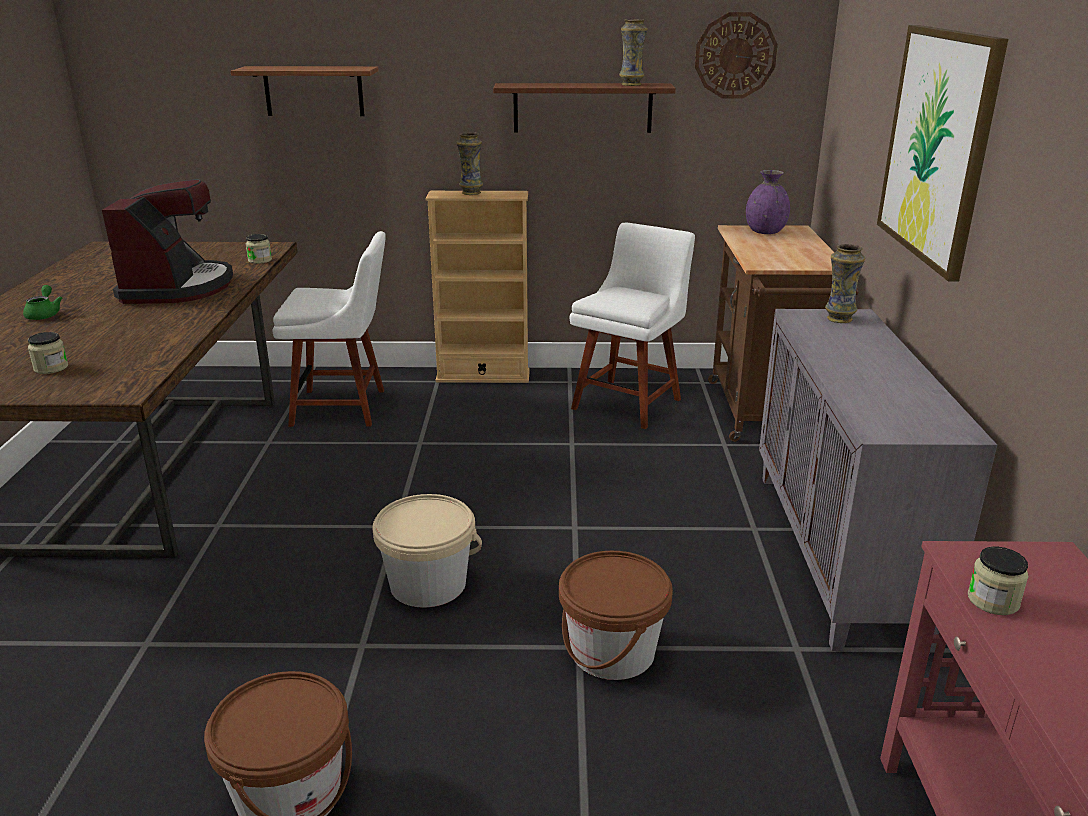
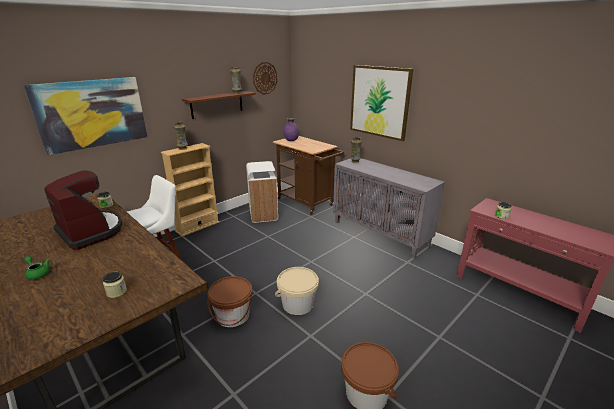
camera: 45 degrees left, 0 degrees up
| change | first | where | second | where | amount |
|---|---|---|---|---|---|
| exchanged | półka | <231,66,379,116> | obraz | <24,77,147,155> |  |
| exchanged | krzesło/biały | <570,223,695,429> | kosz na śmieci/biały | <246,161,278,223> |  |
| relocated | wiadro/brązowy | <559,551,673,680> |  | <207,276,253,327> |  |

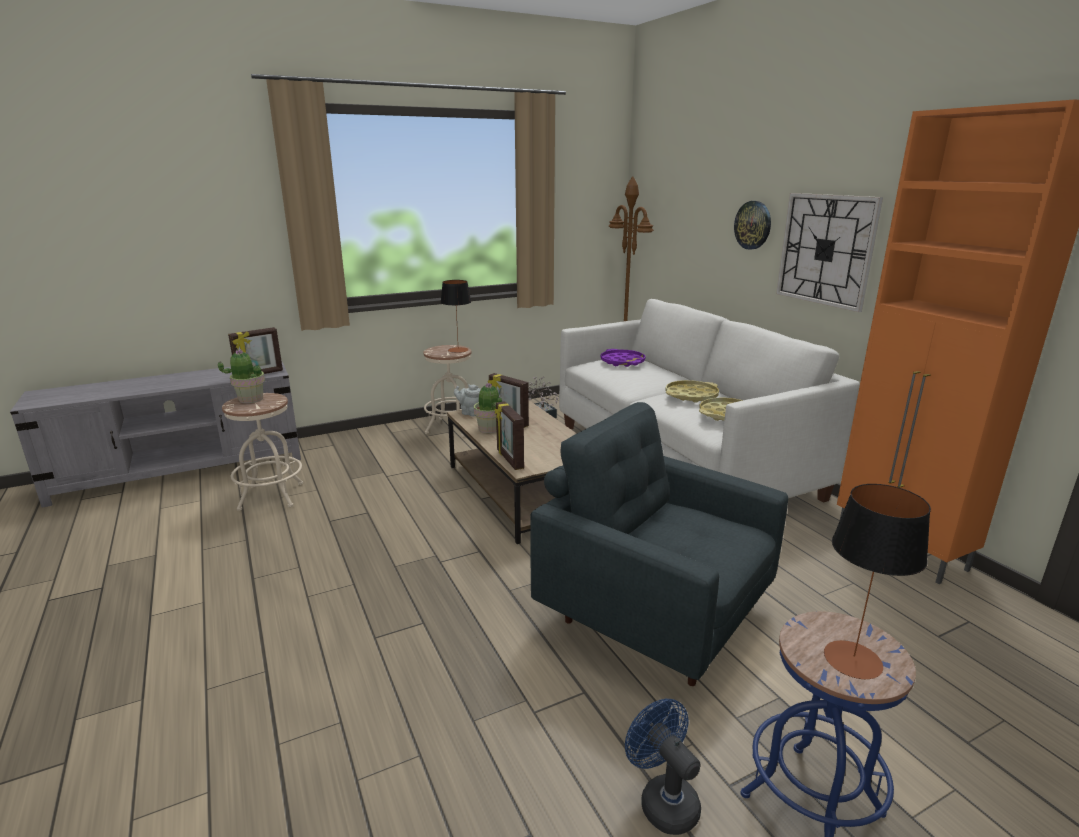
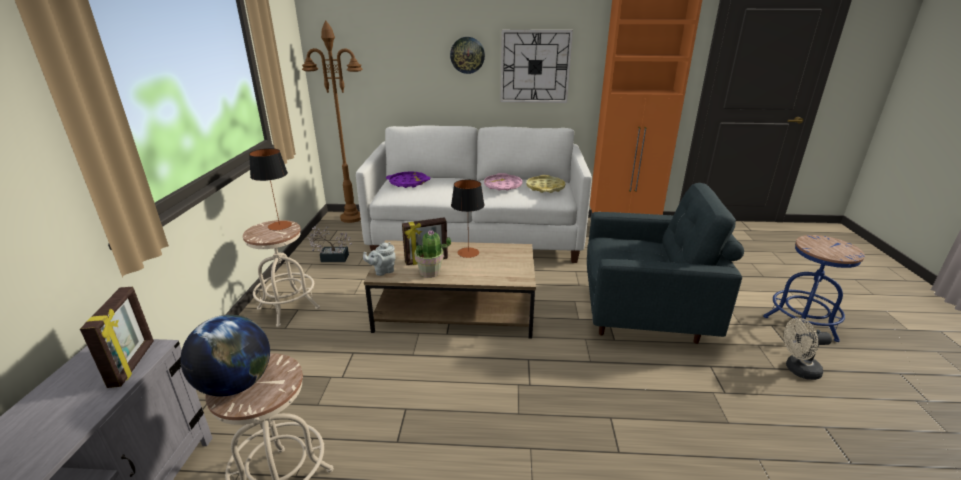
camera: 60 degrees left, 5 degrees up
| change | first | where | second | where | amount |
|---|---|---|---|---|---|
| exchanged | roślina doniczkowa | <218,350,265,403> | globus | <180,315,270,397> |  |
| colour | taca/żółty | <665,380,719,403> | taca/różowy | <484,173,522,191> |  |
| missing | ramka na zdjęcie | <494,401,524,470> |  |  |  |
| spun | fotel/szary | <530,402,788,686> |  | <587,183,744,344> | 150 degrees counterclockwise |
| relocated | lampa stołowa | <824,484,931,679> |  | <451,180,485,258> |  |
| colour | wentylator/niebieski | <625,699,701,835> | wentylator/beżowy | <784,318,832,380> |  |

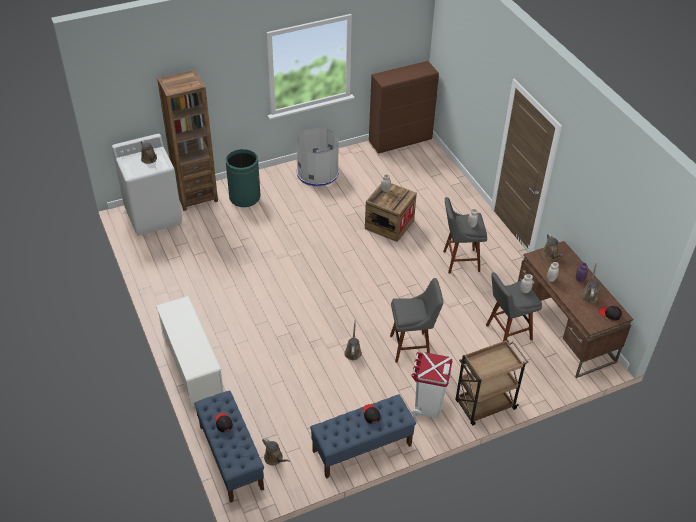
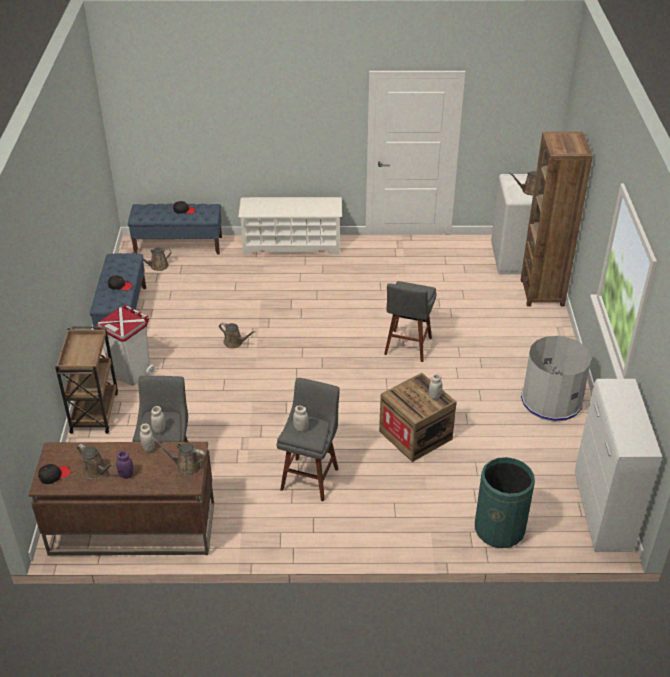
camera: 115 degrees right, 5 degrees down
| change | first | where | second | where | amount |
|---|---|---|---|---|---|
| colour | szafka/brązowy | <369,61,439,154> | szafka/biały | <575,379,662,552> |  |
| relocated | kosz na śmieci/zielony | <225,149,261,207> |  | <475,457,535,548> |  |
| relocated | stołek/szary | <390,278,443,363> |  | <384,281,437,362> |  |

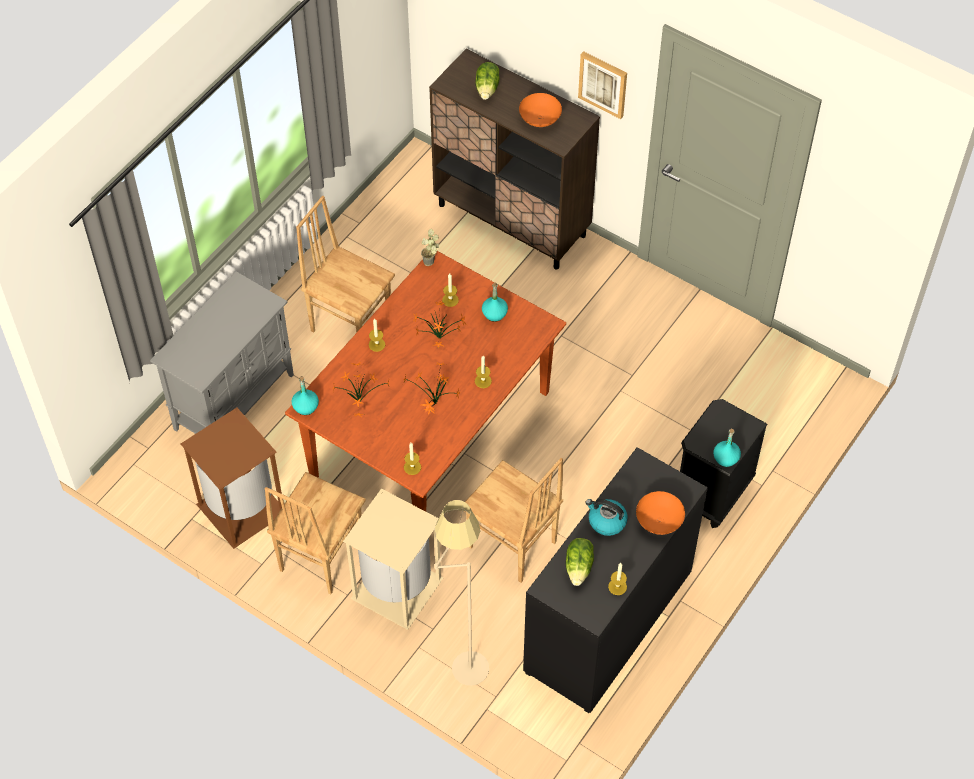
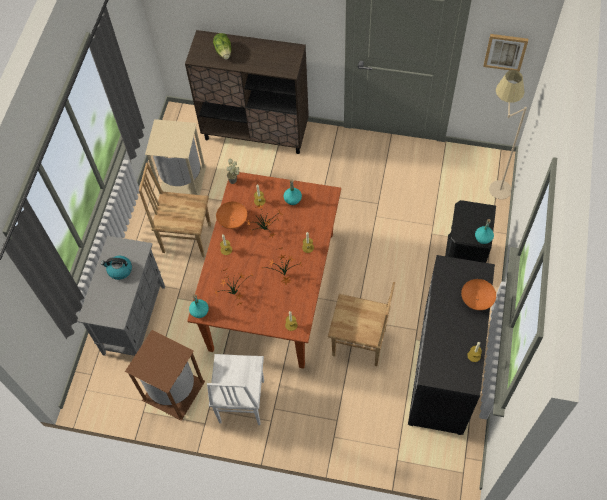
camera: 20 degrees left, 5 degrees up
| change | first | where | second | where | amount |
|---|---|---|---|---|---|
| relocated | obraz | <578,51,627,119> |  | <483,34,528,72> |  |
| relocated | miska/pomarańczowy | <519,93,562,127> |  | <216,201,247,229> |  |
| colour | krzesło/brązowy | <265,472,366,594> | krzesło/biały | <207,354,264,425> |  |
| relocated | kosz na śmieci/beżowy | <343,488,444,630> |  | <145,119,206,195> |  |
| relocated | czajnik | <585,499,628,536> |  | <101,256,132,280> |  |
| relocated | lampa stojąca/beżowy | <435,500,489,686> |  | <489,70,527,199> |  |
| missing | sałata | <566,538,594,586> |  |  |  |

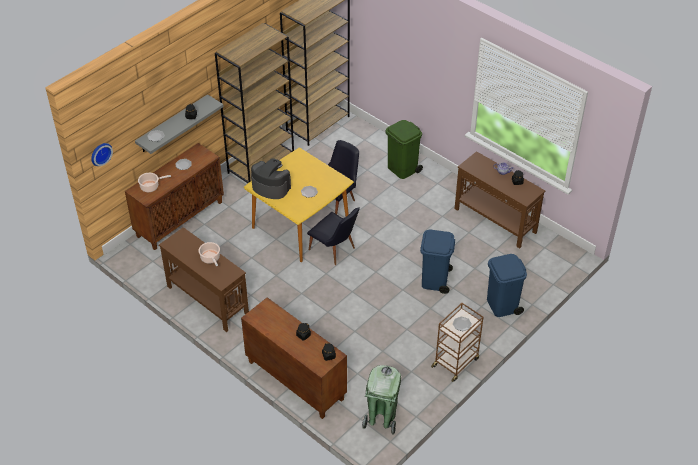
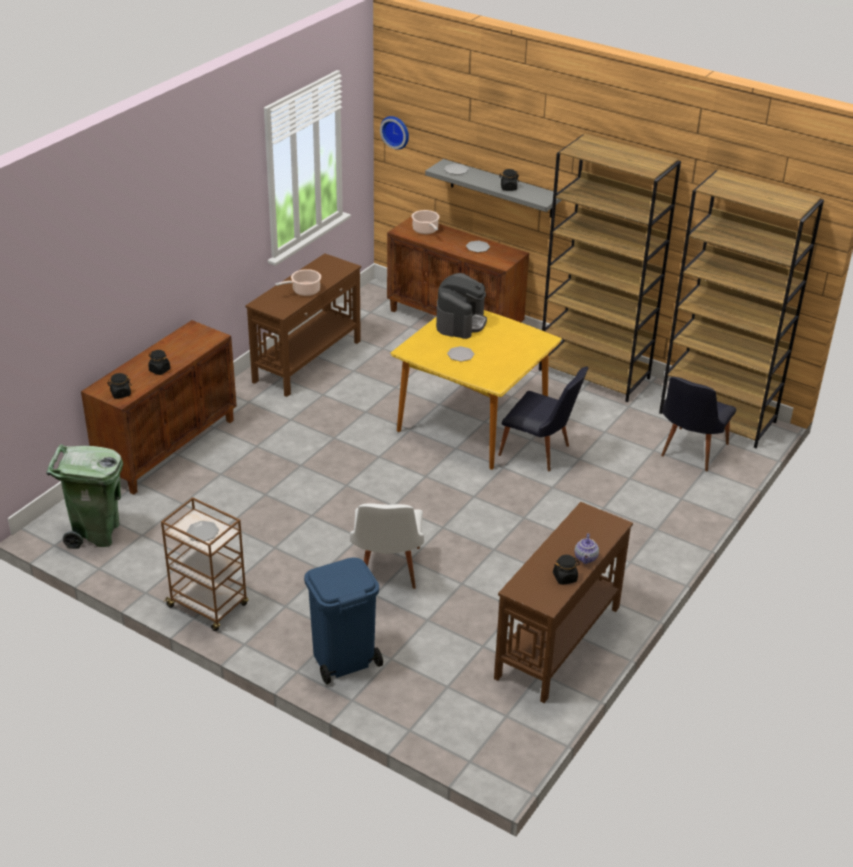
camera: 80 degrees right, 10 degrees down
| change | first | where | second | where | amount |
|---|---|---|---|---|---|
| missing | kosz na śmieci/zielony | <385,120,423,179> |  |  |  |
| relocated | krzesło/czarny | <307,207,360,265> |  | <661,377,736,471> |  |
| exchanged | kosz na śmieci/niebieski | <420,230,455,294> | krzesło/biały | <350,503,424,589> |  |

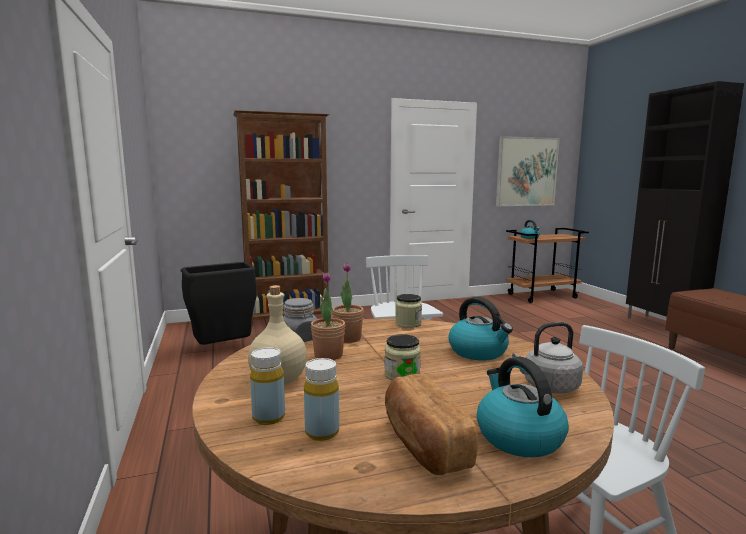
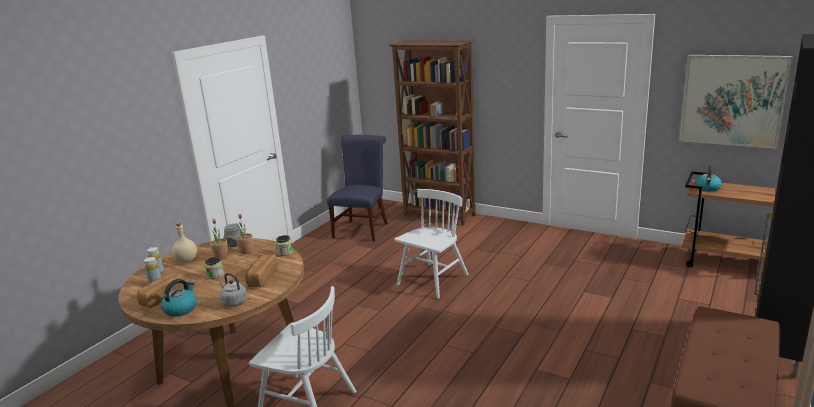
camera: 50 degrees right, 10 degrees up
| change | first | where | second | where | amount |
|---|---|---|---|---|---|
| exchanged | kosz na śmieci/czarny | <181,262,257,345> | krzesło/niebieski | <327,135,388,241> |  |
| exchanged | czajnik | <448,297,513,360> | chleb | <245,255,278,287> |  |

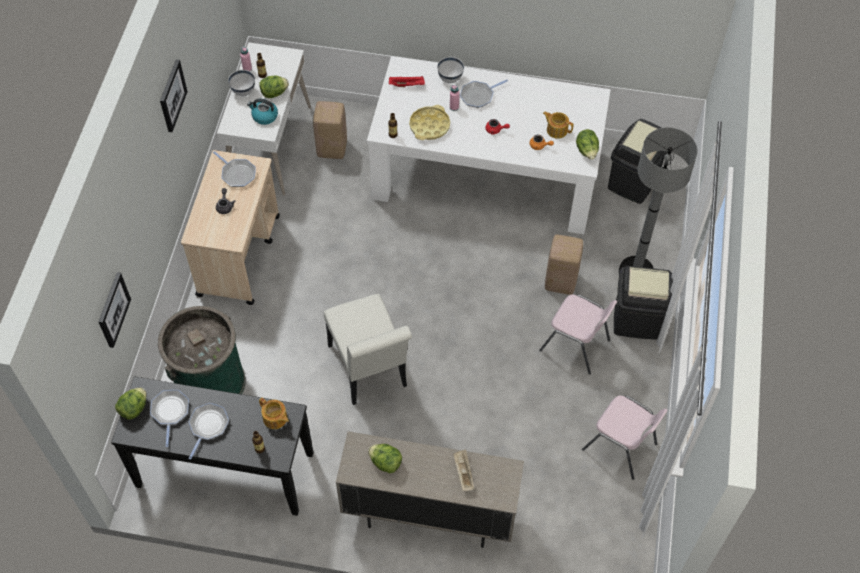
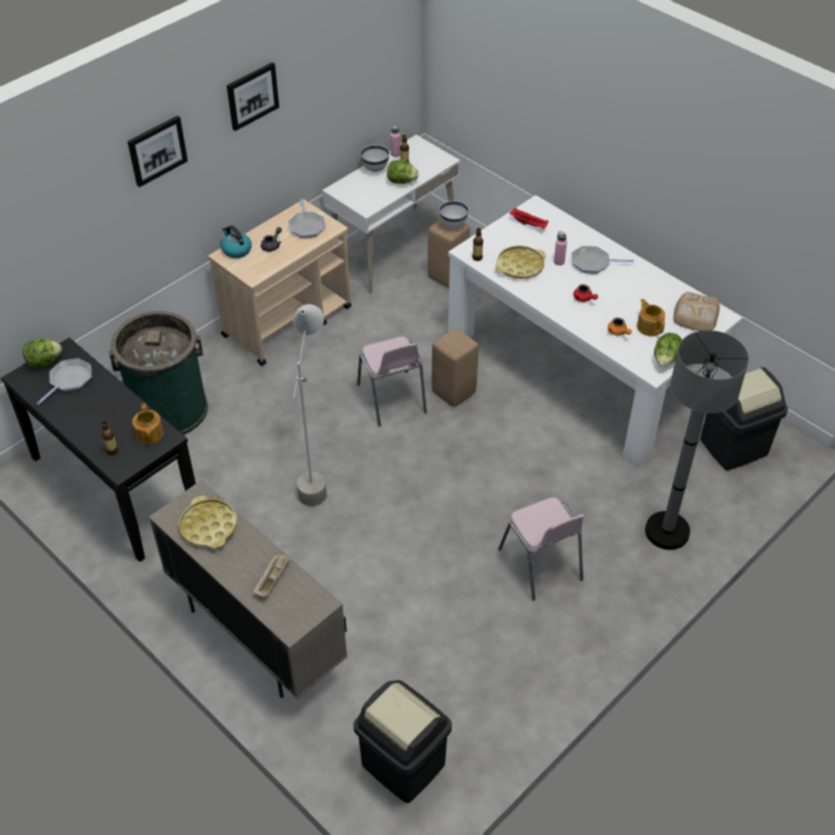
camera: 35 degrees right, 10 degrees down
| change | first | where | second | where | amount |
|---|---|---|---|---|---|
| relocated | miska/biały | <437,57,464,83> |  | <439,200,469,229> |  |
| relocated | czajnik | <247,99,278,125> |  | <221,225,252,258> |  |
| relocated | stołek/beżowy | <545,235,583,295> |  | <432,328,478,407> |  |
| relocated | kosz na śmieci/czarny | <614,266,673,340> |  | <354,680,452,803> |  |
| relocated | obraz | <98,272,131,348> |  | <127,116,188,187> |  |
| exchanged | krzesło/biały | <324,294,412,405> | lampa stojąca/szary | <293,304,327,506> |  |
| relocated | krzesło/różowy | <582,395,668,480> |  | <357,337,427,426> |  |
| missing | patelnia | <188,403,229,460> |  |  |  |
| exchanged | sałata | <368,444,402,473> | taca/żółty | <179,496,237,549> |  |
| appeared |  |  | chleb | <673,292,720,331> |  |

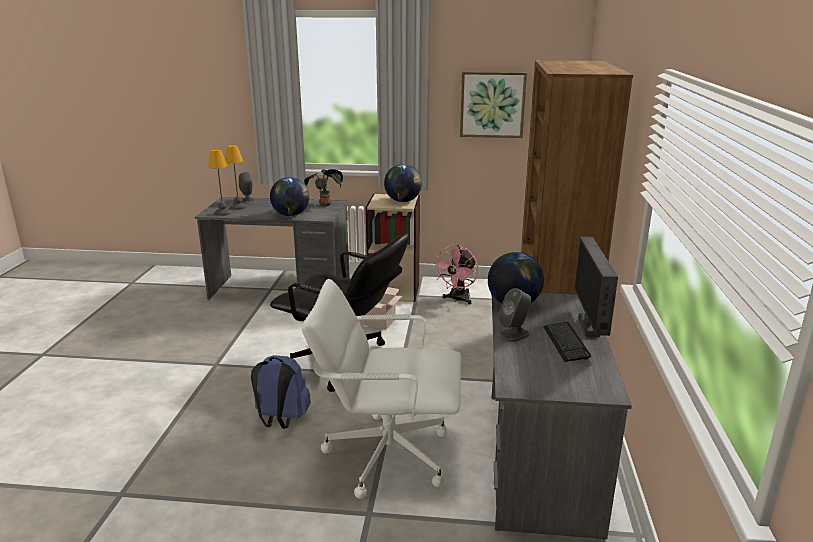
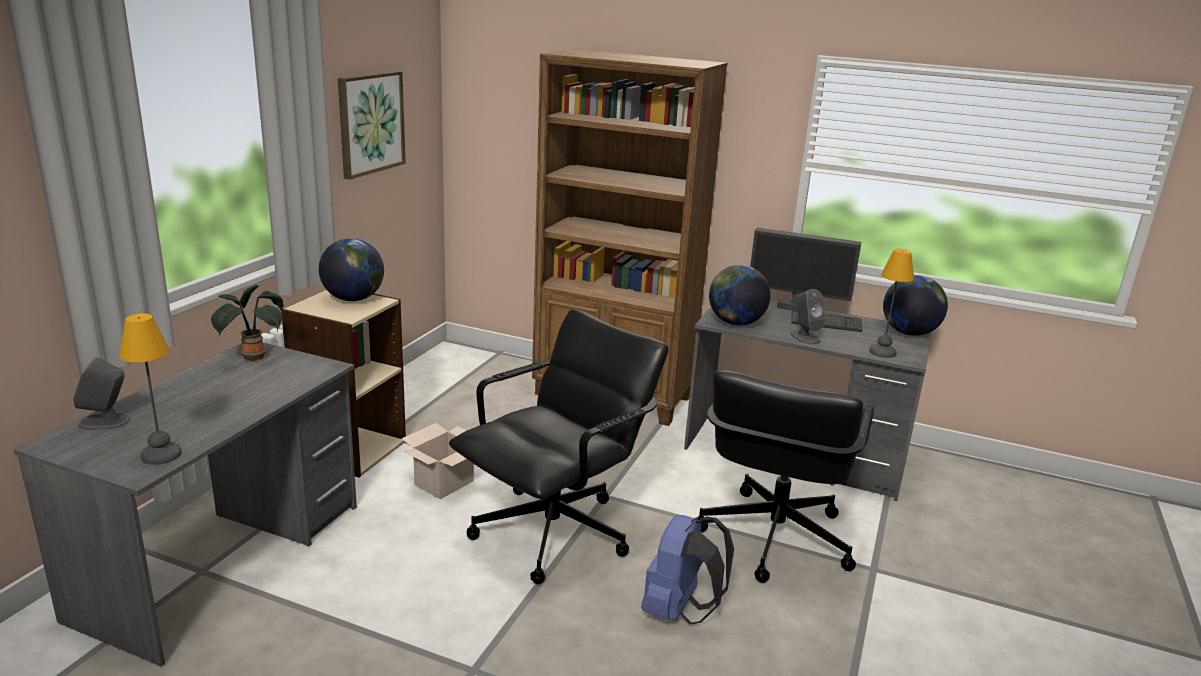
camera: 75 degrees left, 0 degrees up
| change | first | where | second | where | amount |
|---|---|---|---|---|---|
| relocated | lampa stołowa | <225,145,246,210> |  | <869,249,914,358> |  |
| relocated | globus | <270,177,309,216> |  | <883,275,948,336> |  |
| missing | wentylator/różowy | <433,244,478,305> |  |  |  |
| colour | krzesło biurowe/biały | <302,279,461,499> | krzesło biurowe/czarny | <698,371,875,583> |  |

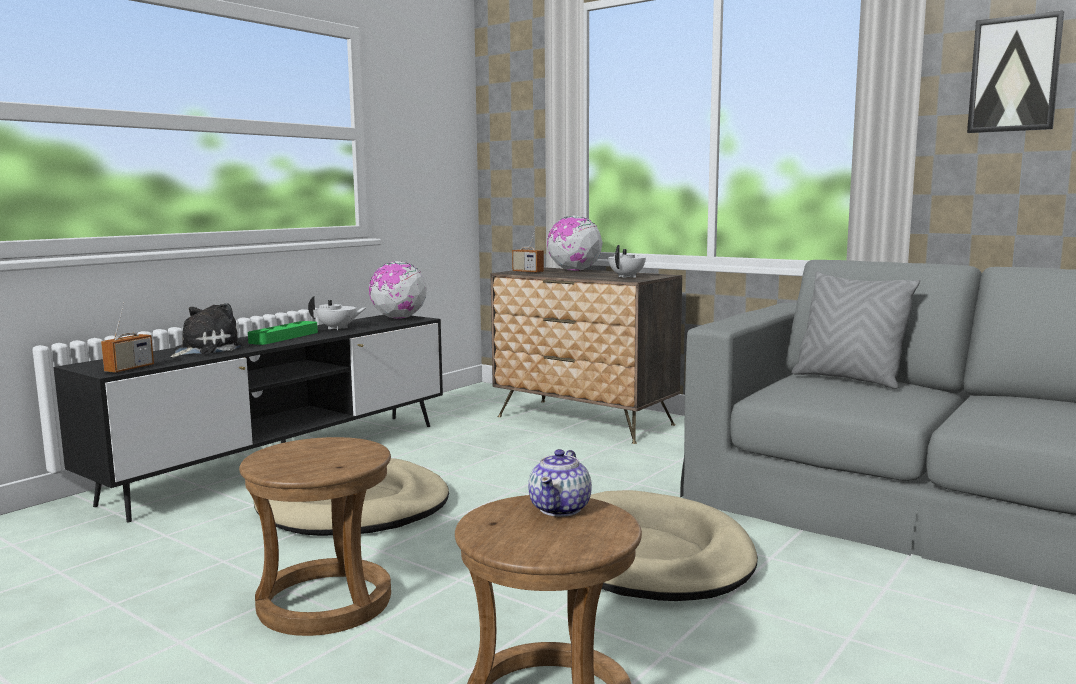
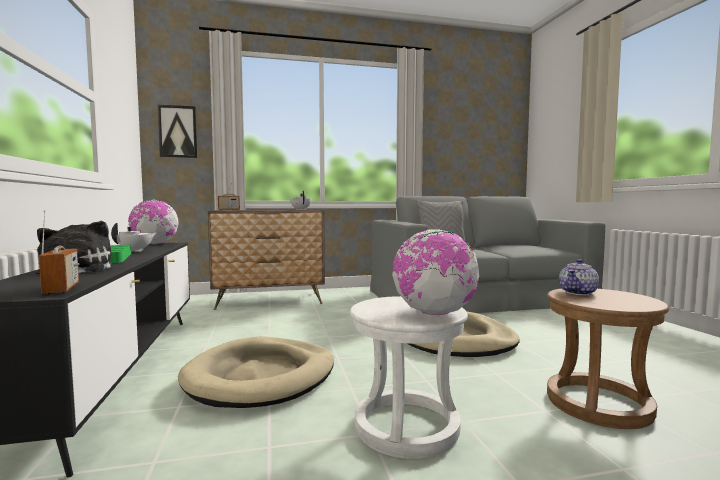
camera: 50 degrees left, 5 degrees down
| change | first | where | second | where | amount |
|---|---|---|---|---|---|
| relocated | obraz | <967,10,1064,133> |  | <158,105,197,158> |  |
| relocated | globus | <547,216,603,271> |  | <392,229,479,315> |  |
| colour | stołek/brązowy | <239,437,391,636> | stołek/biały | <350,296,468,459> |  |
| spun | imbryk | <528,449,592,517> |  | <559,259,599,295> | 75 degrees clockwise |

